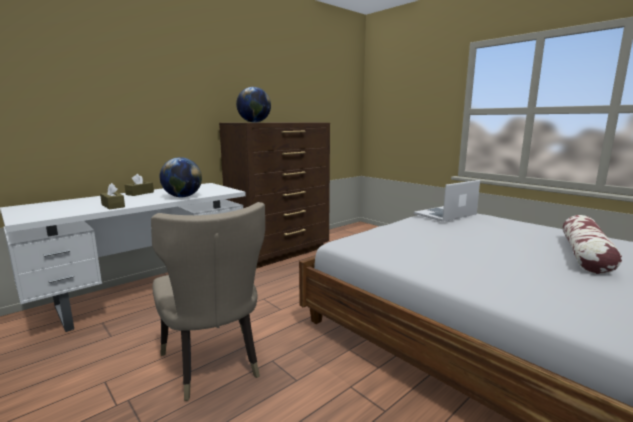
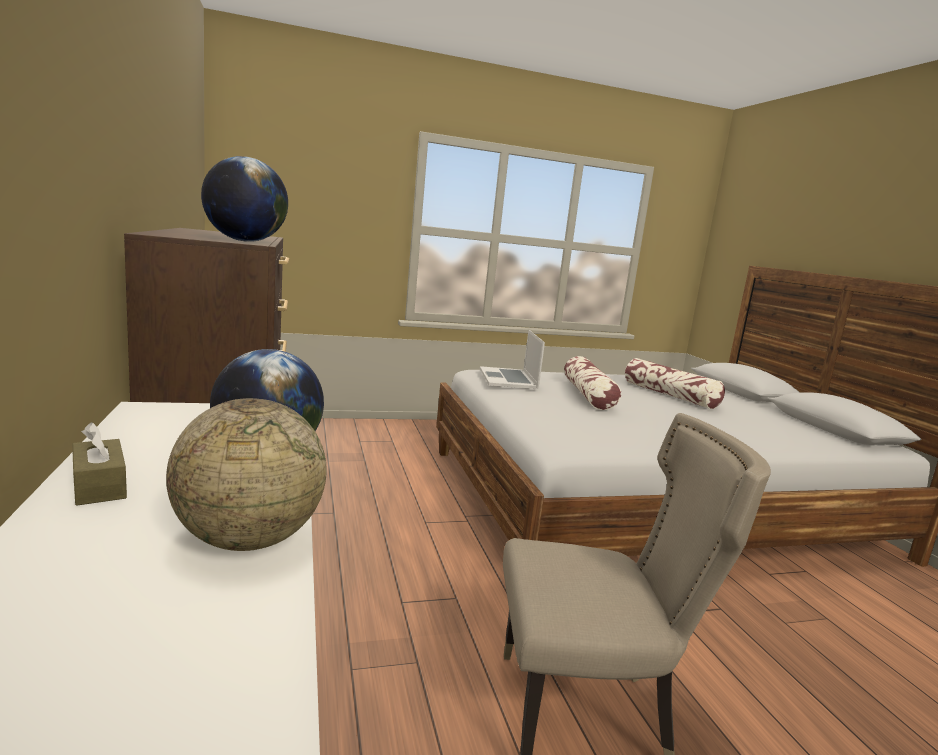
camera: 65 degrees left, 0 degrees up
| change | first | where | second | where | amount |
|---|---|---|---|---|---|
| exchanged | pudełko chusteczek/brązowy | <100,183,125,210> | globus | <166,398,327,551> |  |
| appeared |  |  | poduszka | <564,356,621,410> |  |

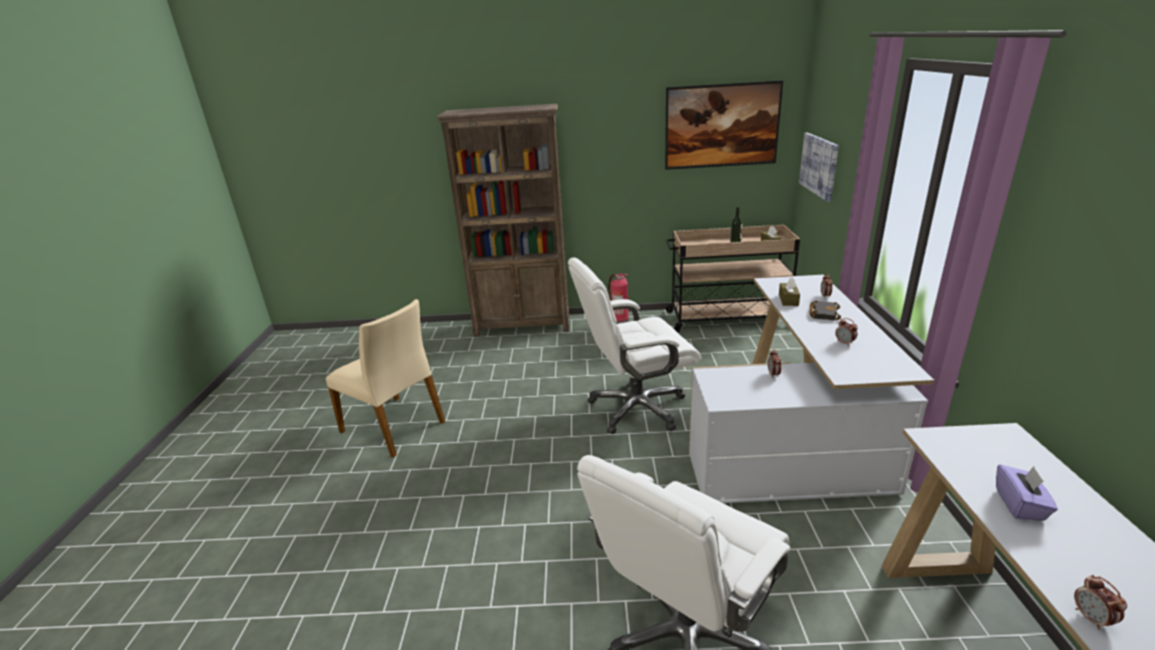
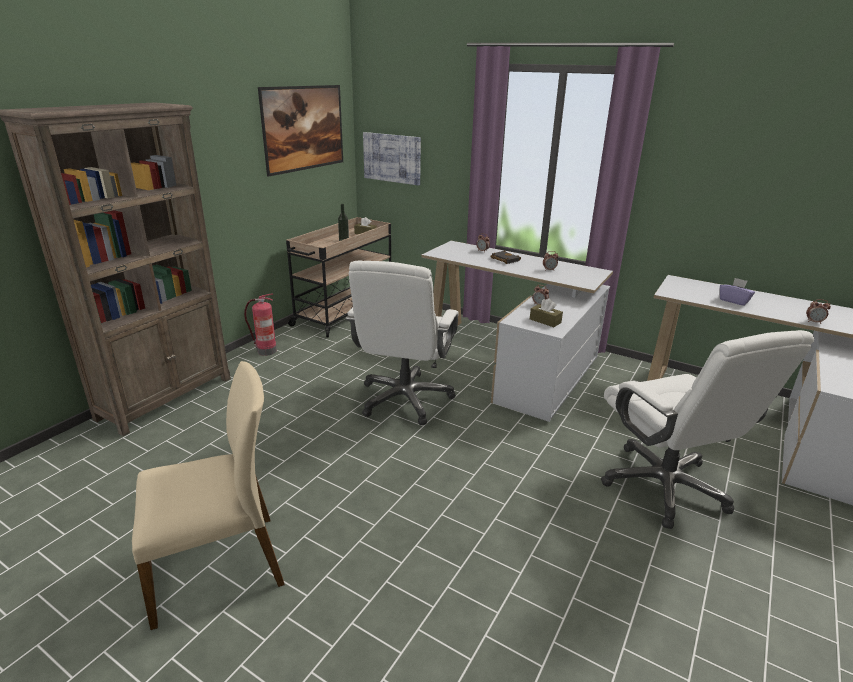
camera: 60 degrees left, 0 degrees up
| change | first | where | second | where | amount |
|---|---|---|---|---|---|
| relocated | pudełko chusteczek/brązowy | <779,277,800,306> |  | <530,298,563,327> |  |

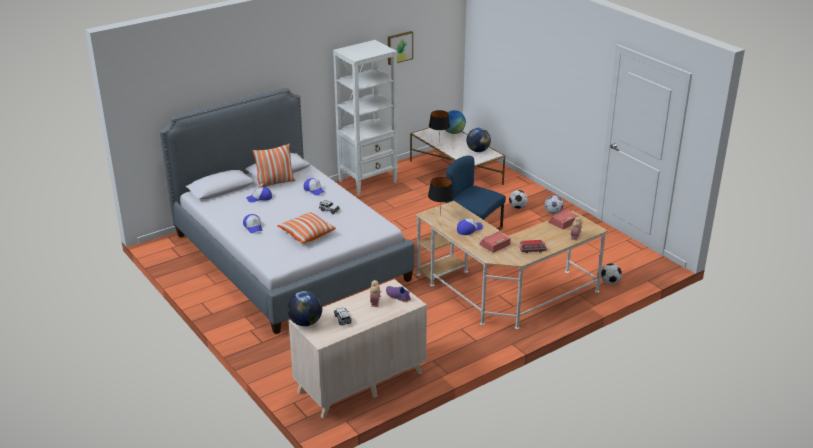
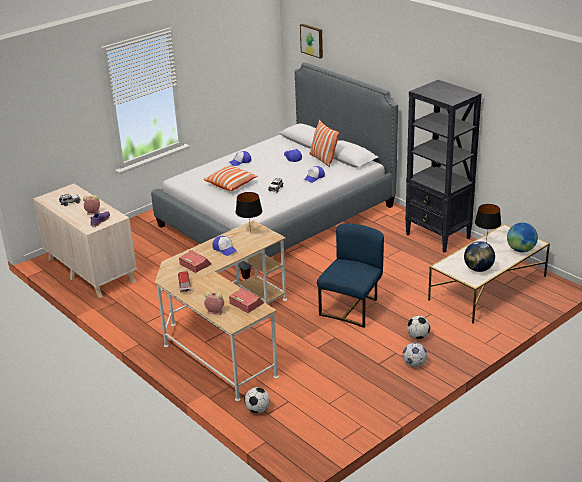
camera: 85 degrees right, 0 degrees up
| change | first | where | second | where | amount |
|---|---|---|---|---|---|
| relocated | obraz | <388,31,413,65> |  | <300,24,323,59> |  |
| colour | regał/biały | <333,40,398,195> | regał/czarny | <405,80,482,253> |  |
| missing | globus | <287,291,322,326> |  |  |  |

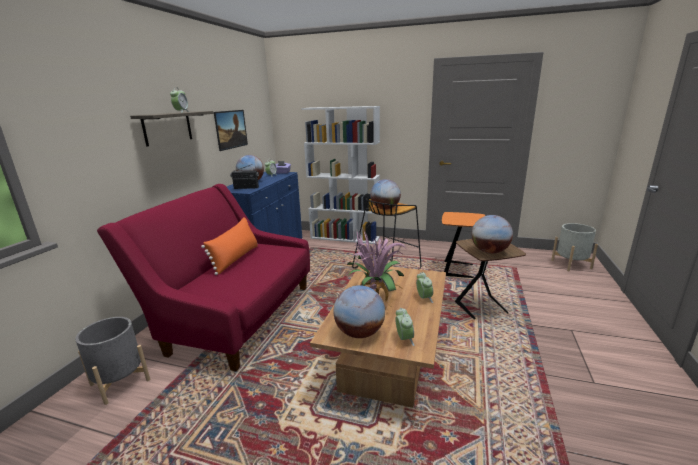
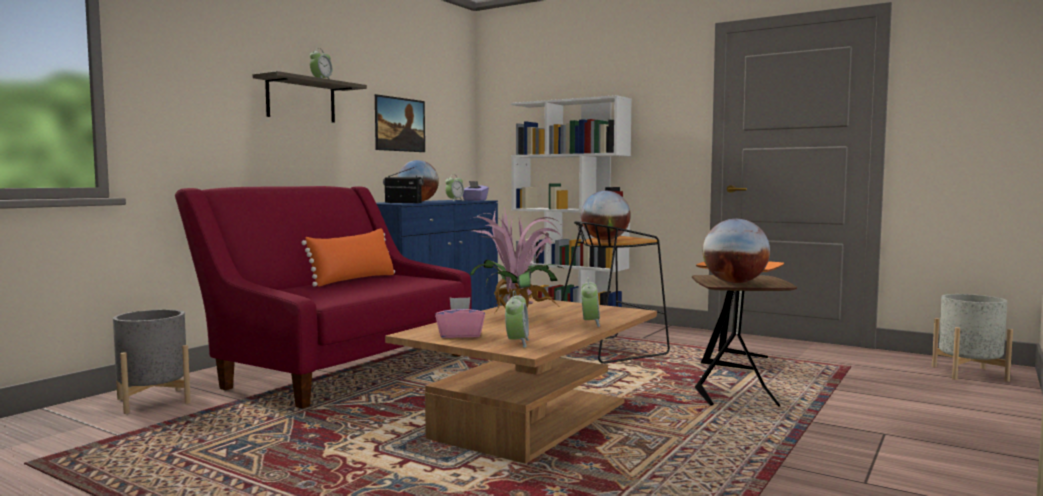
camera: 15 degrees right, 15 degrees down
| change | first | where | second | where | amount |
|---|---|---|---|---|---|
| exchanged | globus | <334,285,385,338> | pudełko chusteczek/różowy | <435,297,485,338> |  |

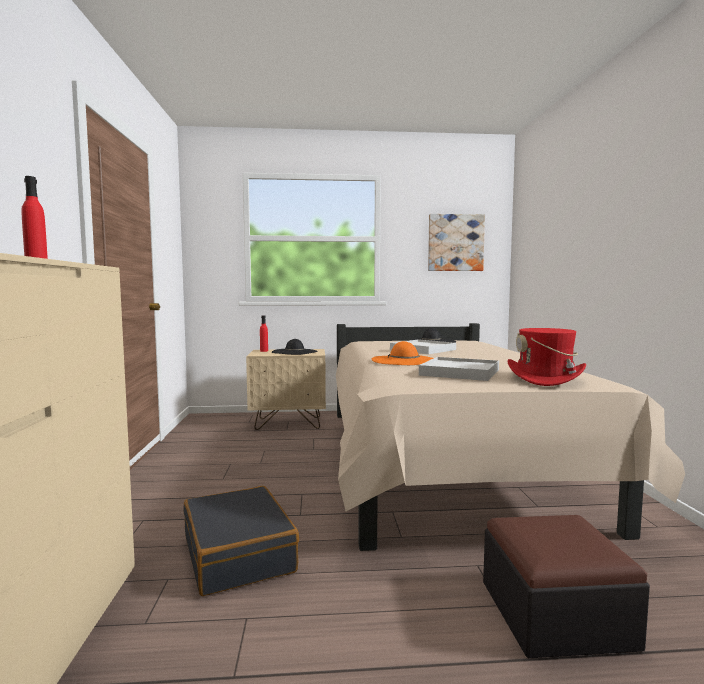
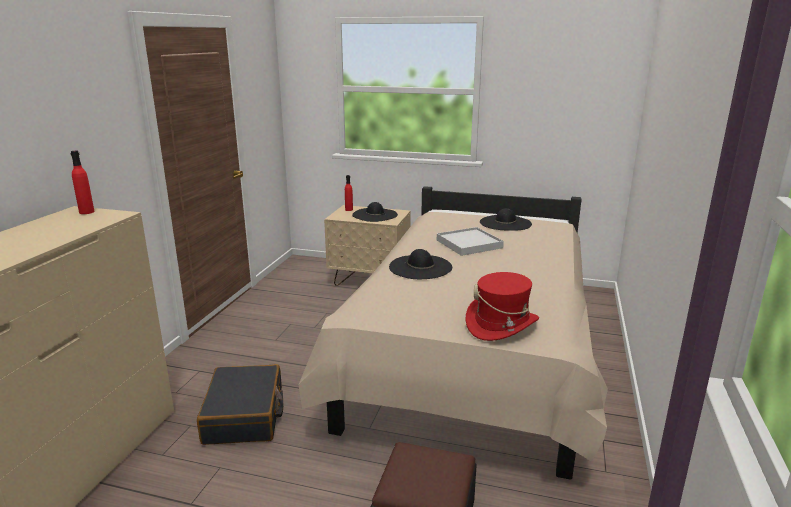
camera: 20 degrees right, 15 degrees up
| change | first | where | second | where | amount |
|---|---|---|---|---|---|
| missing | obraz | <428,214,485,271> |  |  |  |
| colour | kapelusz/pomarańczowy | <372,341,433,365> | kapelusz/czarny | <389,249,452,279> |  |
| missing | taca/biały | <419,357,499,381> |  |  |  |

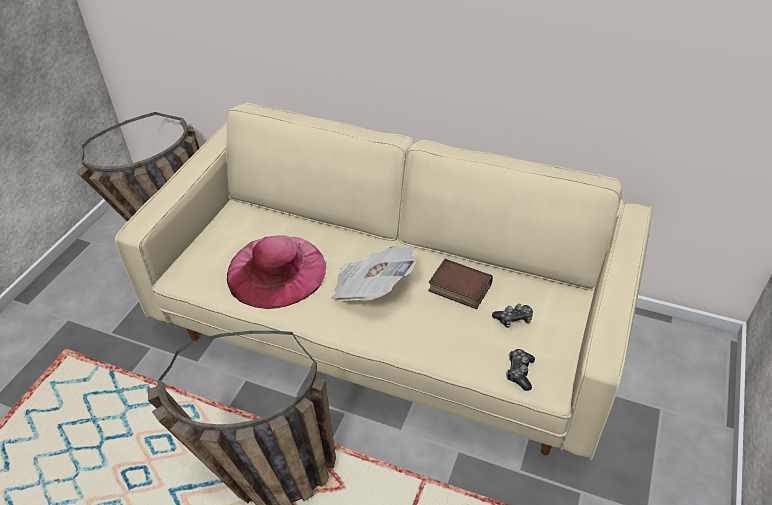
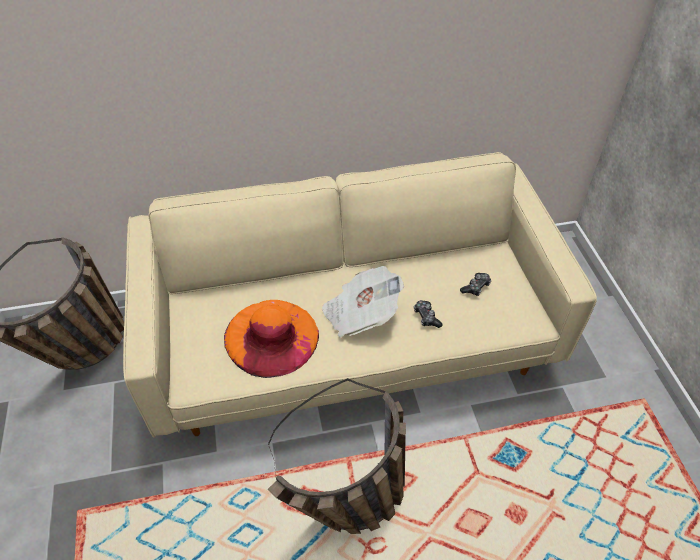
camera: 35 degrees left, 5 degrees up
| change | first | where | second | where | amount |
|---|---|---|---|---|---|
| colour | kapelusz/różowy | <227,235,326,309> | kapelusz/pomarańczowy | <224,300,319,378> |  |
| missing | książka | <428,259,493,309> |  |  |  |
| relocated | pad do gier | <506,349,535,391> |  | <414,300,443,328> |  |

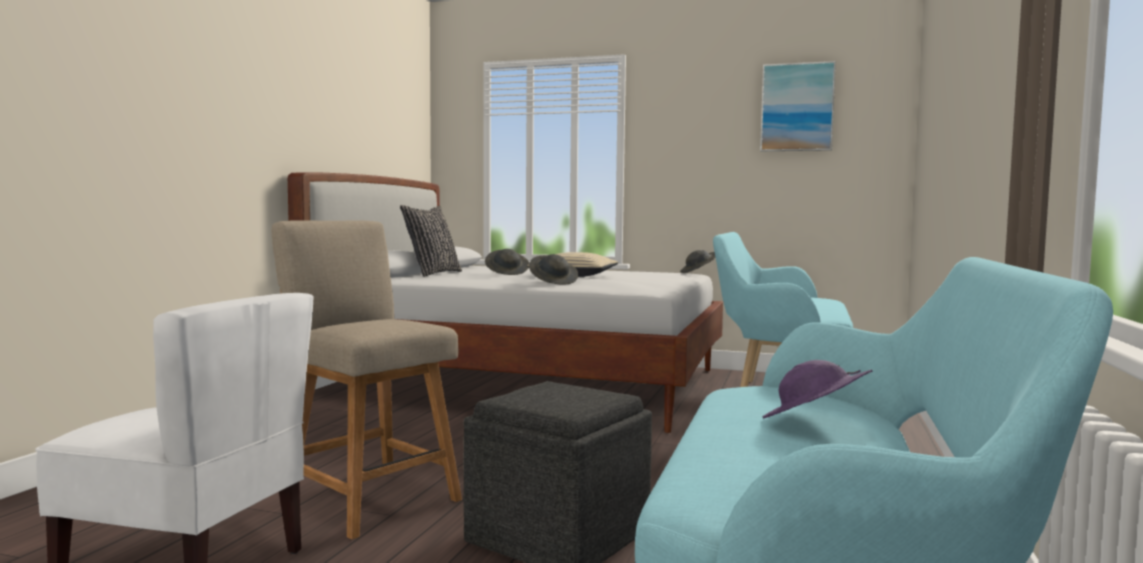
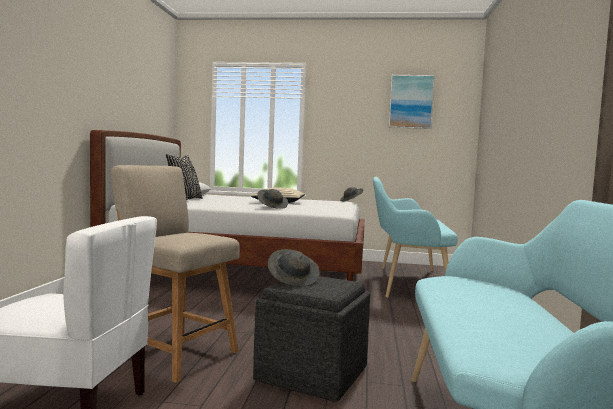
camera: 10 degrees left, 0 degrees up
| change | first | where | second | where | amount |
|---|---|---|---|---|---|
| relocated | kapelusz/szary | <485,249,529,275> |  | <268,249,320,287> |  |
| missing | kapelusz/fioletowy | <763,360,872,418> |  |  |  |

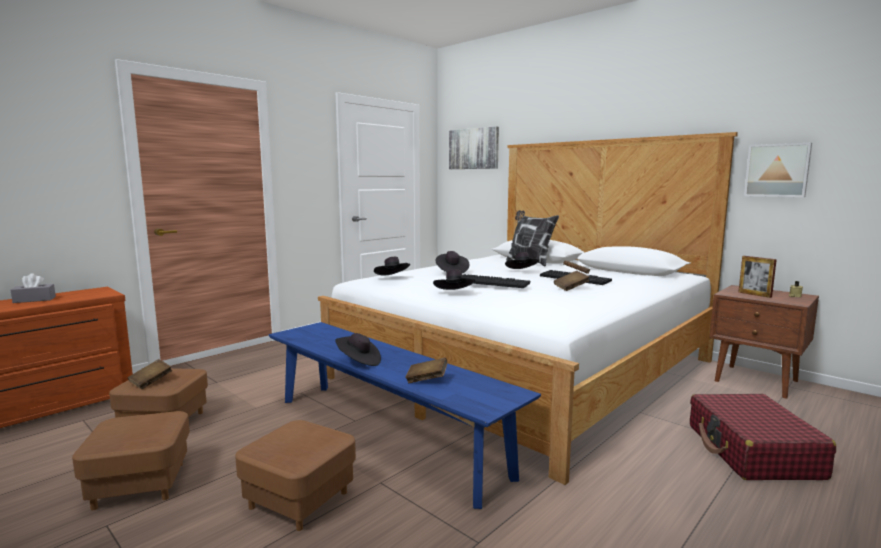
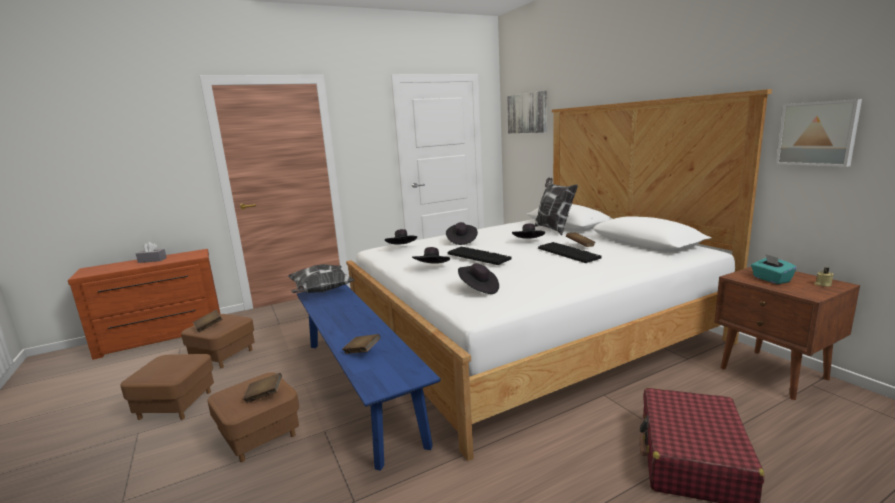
camera: 20 degrees right, 5 degrees up
| change | first | where | second | where | amount |
|---|---|---|---|---|---|
| exchanged | ramka na zdjęcie | <739,256,777,298> | pudełko chusteczek/turkusowy | <751,254,797,284> |  |
| relocated | książka/brązowy | <554,271,589,291> |  | <243,373,282,403> |  |
| relocated | kapelusz/czarny | <335,333,381,366> |  | <458,263,499,294> |  |
| appeared |  |  | poduszka | <288,264,354,293> |  |

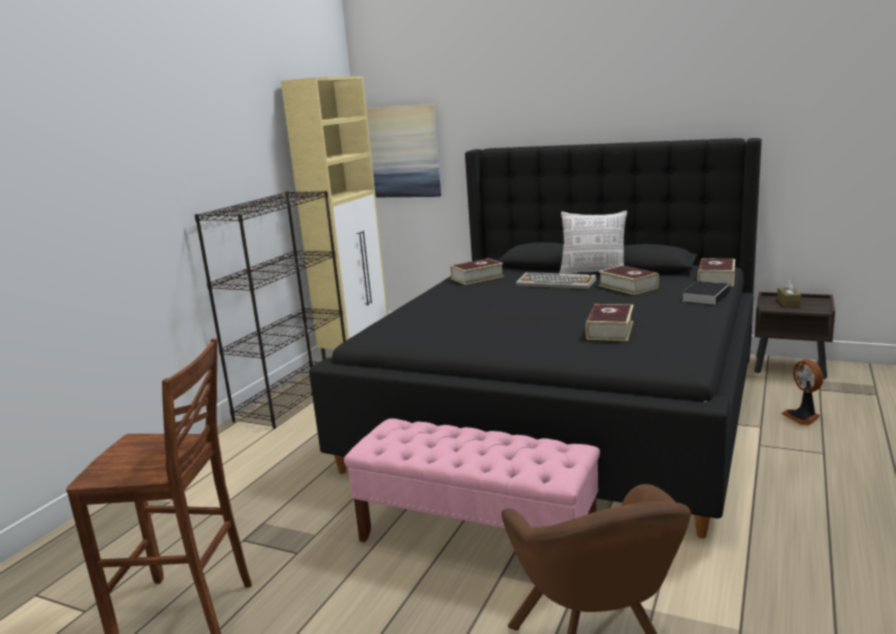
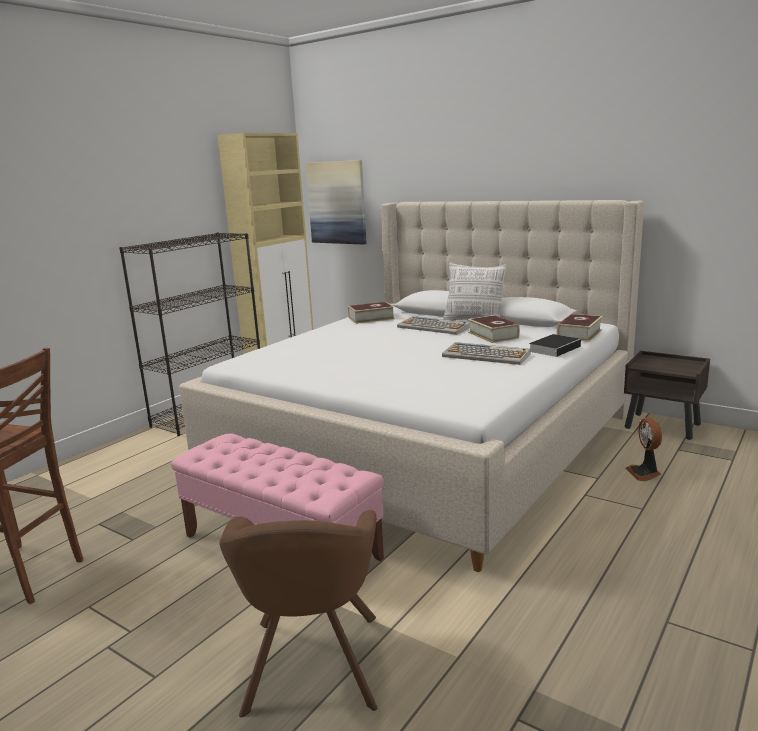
camera: 10 degrees right, 0 degrees up
| change | first | where | second | where | amount |
|---|---|---|---|---|---|
| colour | łóżko/czarny | <309,138,762,538> | łóżko/beżowy | <179,200,644,572> |  |
| missing | pudełko chusteczek/brązowy | <777,280,801,307> |  |  |  |
| missing | książka | <585,304,634,341> |  |  |  |
| appeared |  |  | klawiatura | <442,342,531,365> |  |

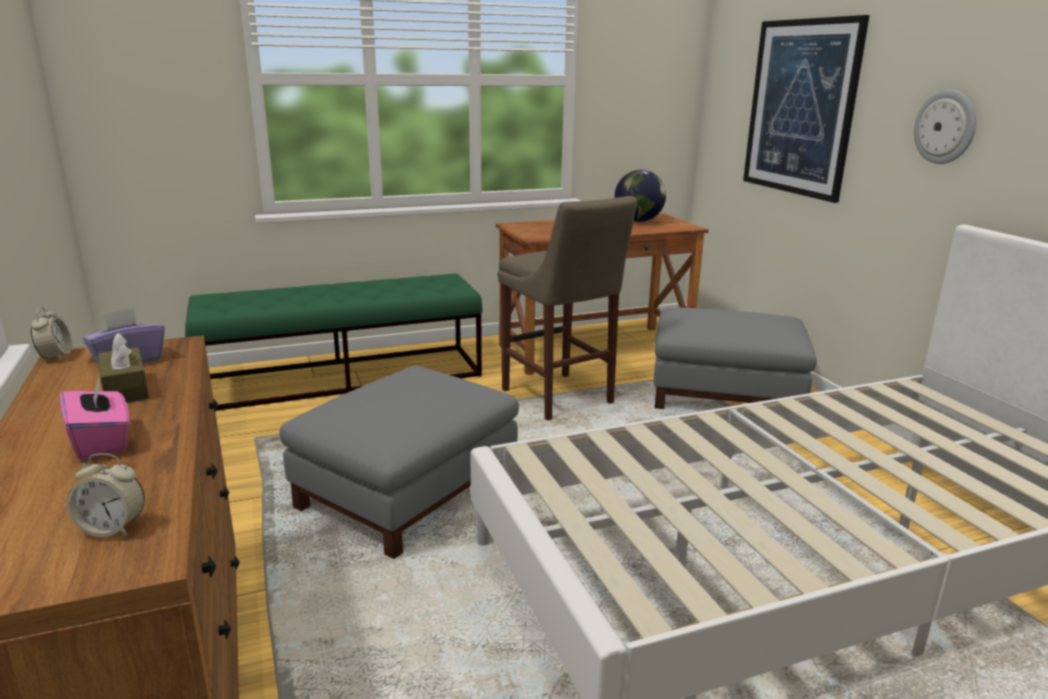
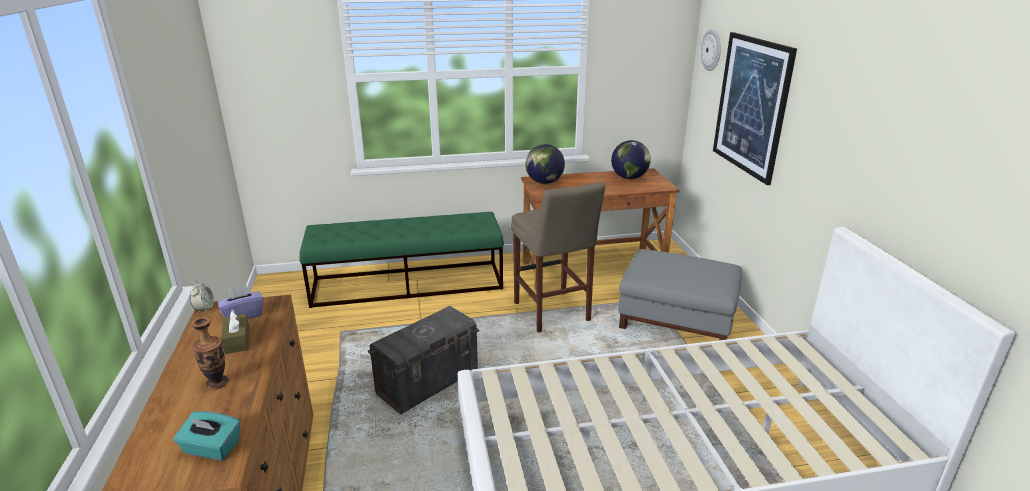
camera: 10 degrees right, 5 degrees up
| change | first | where | second | where | amount |
|---|---|---|---|---|---|
| relocated | zegar ścienny | <914,90,976,164> |  | <701,29,721,71> |  |
| exchanged | pufa/szary | <279,366,519,559> | pojemnik do przechowywania/szary | <368,306,479,414> |  |
| exchanged | pudełko chusteczek/różowy | <60,377,130,460> | wazon | <191,317,229,390> |  |
| exchanged | budzik | <67,453,145,537> | pudełko chusteczek/turkusowy | <173,411,240,460> |  |
| appeared |  |  | globus | <525,144,565,184> |  |

